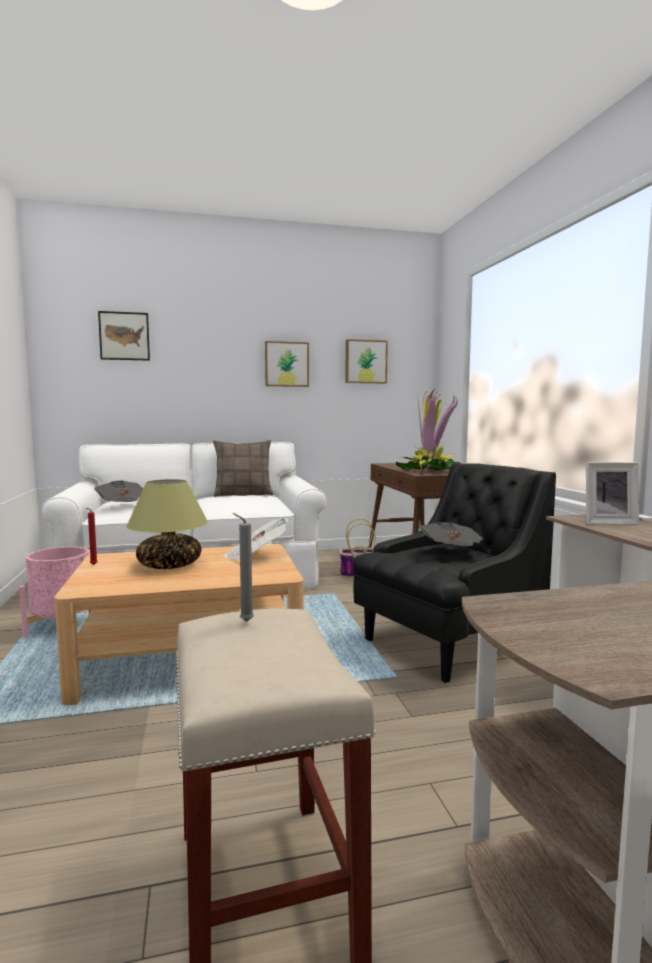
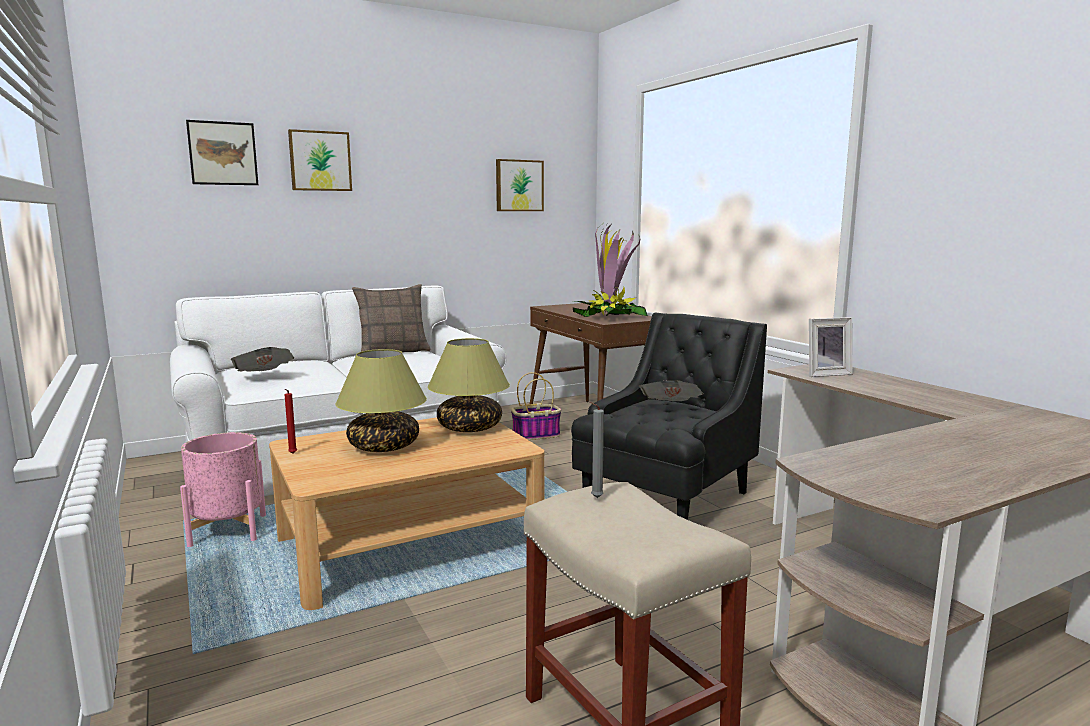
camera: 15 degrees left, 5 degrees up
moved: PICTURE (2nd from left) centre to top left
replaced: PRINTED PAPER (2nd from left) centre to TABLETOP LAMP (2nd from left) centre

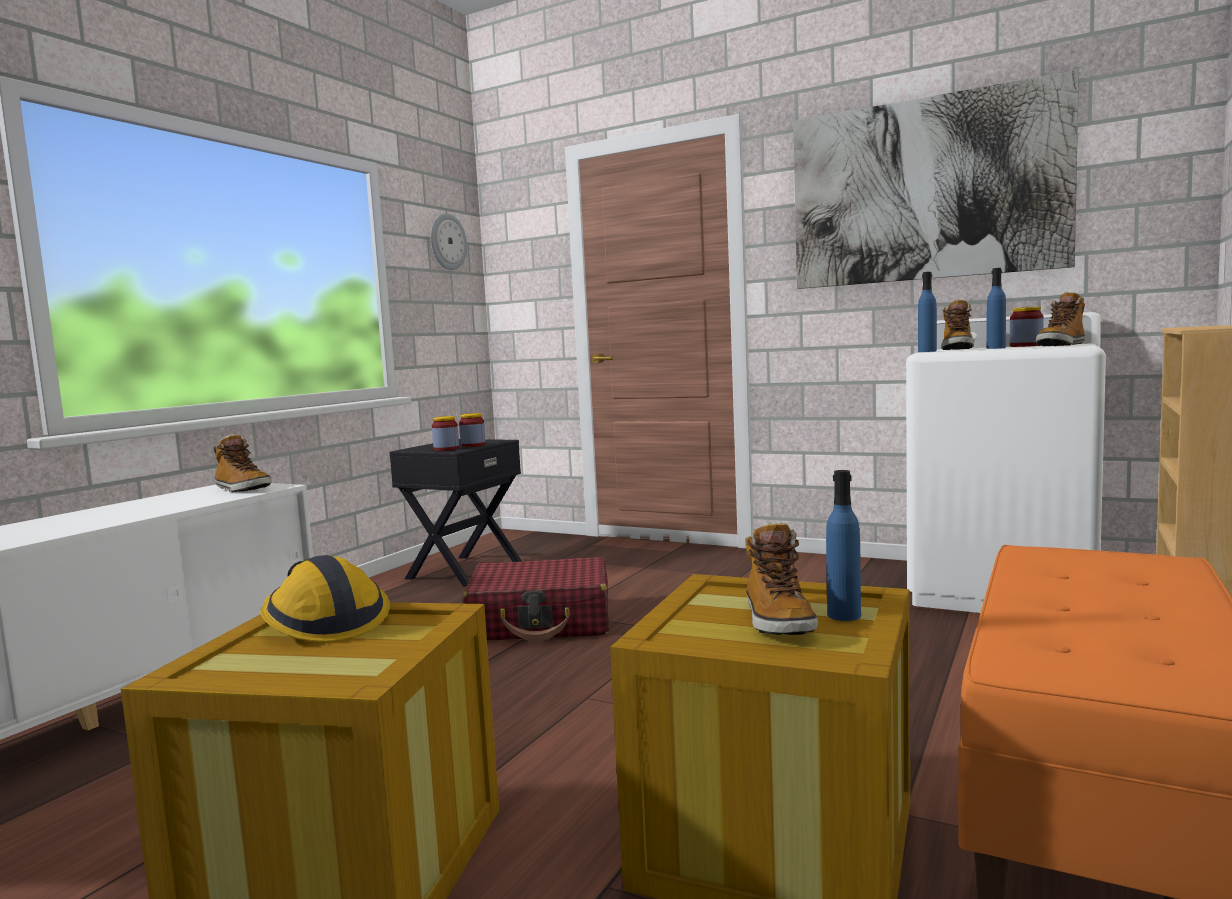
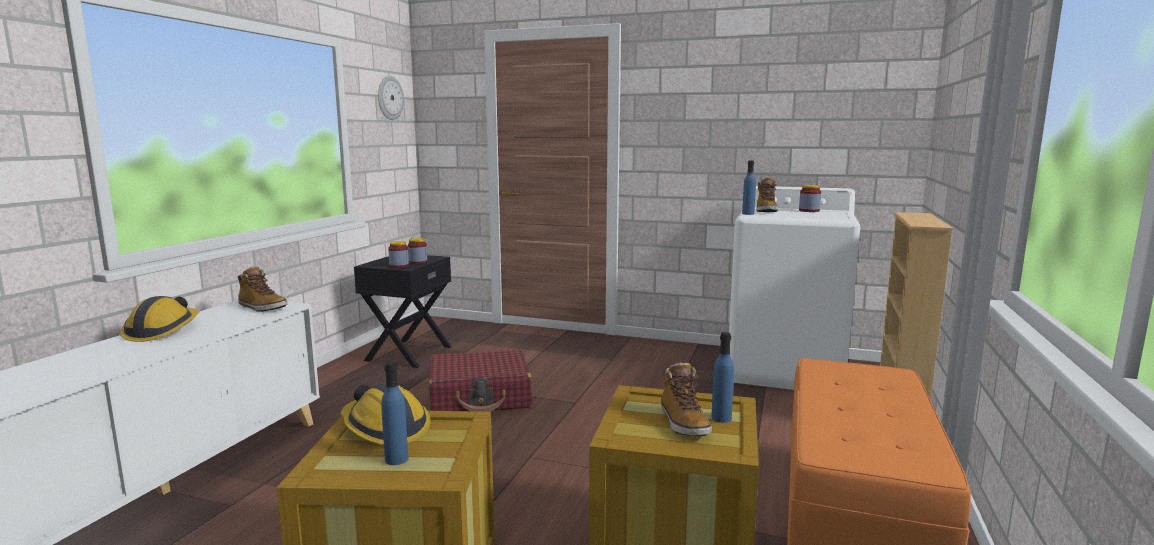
camera: 10 degrees left, 5 degrees up
removed: PICTURE top right; HIGH-TOP BOOT (4th from left) middle right
added: SAFETY HELMET (1st from left) middle left
moved: BLUE BEVERAGE BOTTLE (3rd from left in the first image) middle right to BLUE BEVERAGE BOTTLE (1st from left) bottom centre

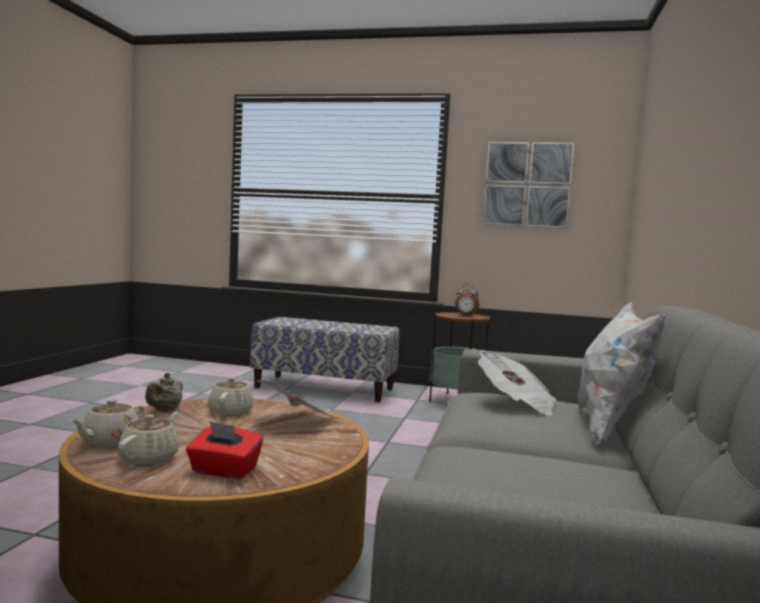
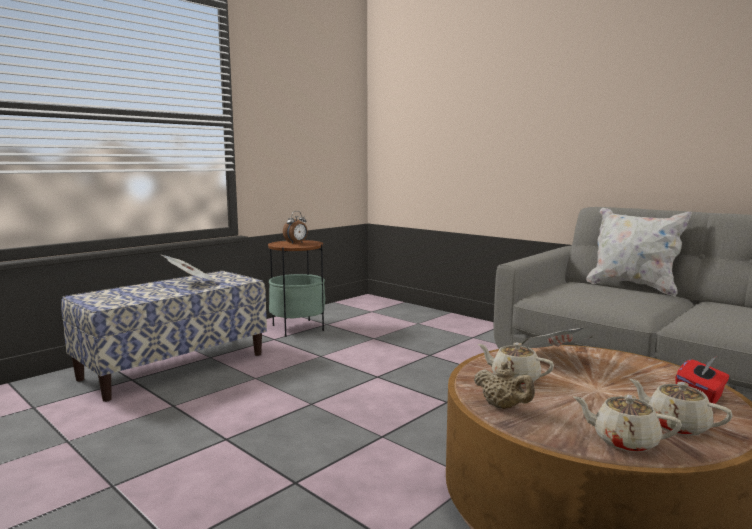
camera: 60 degrees left, 5 degrees up
removed: PICTURE top right
moved: PRINTED PAPER (2nd from left in the first image) middle right to PRINTED PAPER (1st from left) middle left
turned: SAND-COLOURED TEA POT (1st from left in the first image) bottom left = bottom right 150 degrees clockwise

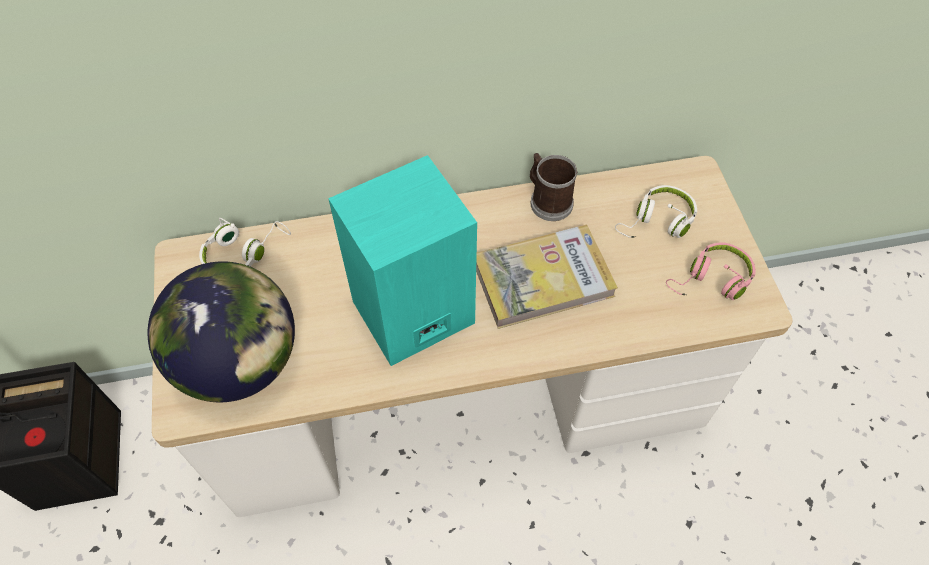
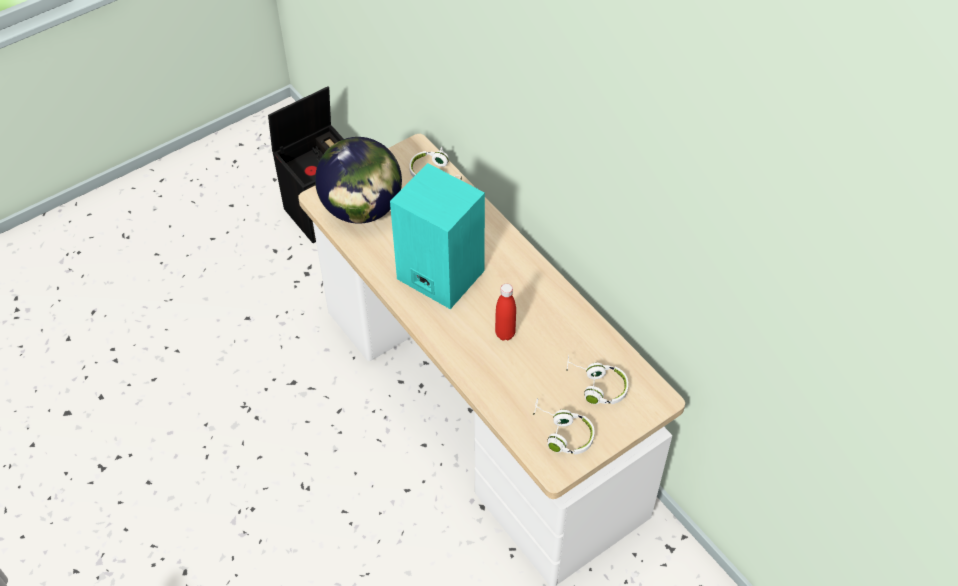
camera: 65 degrees right, 5 degrees down
removed: COFFEE MUG top centre
replaced: BOUND BOOK centre to REDDISH BEVERAGE BOTTLE centre
recoloured: PINK PAIR OF HEADPHONES middle right to WHITE-COLOURED PAIR OF HEADPHONES (2nd from left) bottom centre

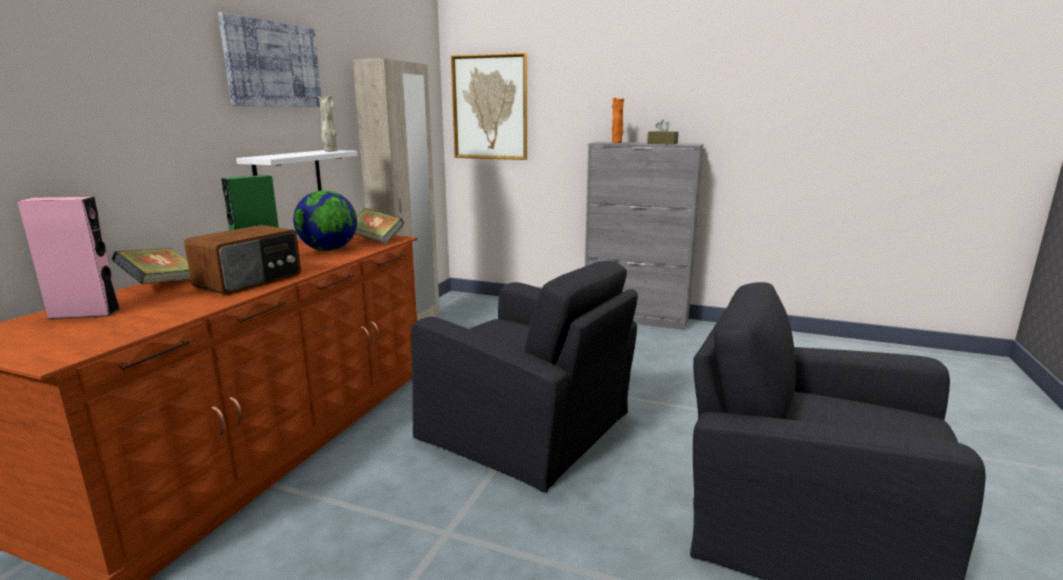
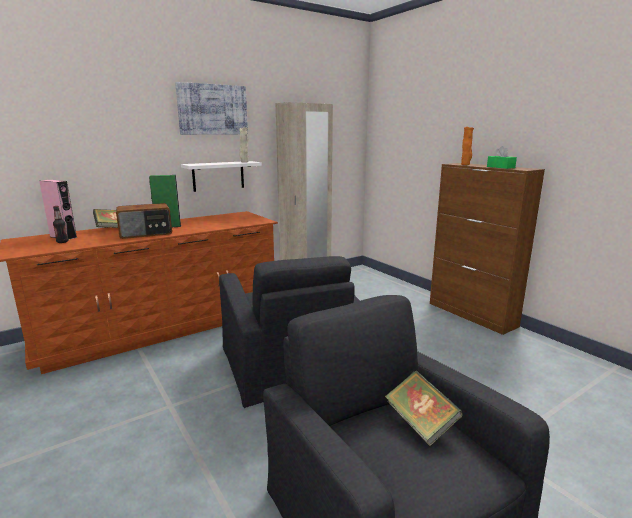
camera: 35 degrees right, 0 degrees up
removed: DESK GLOBE middle left; PICTURE (2nd from left) top centre
added: BEVERAGE BOTTLE middle left
moved: BOUND BOOK (2nd from left) centre to bottom right
recoloured: GRAY CUPBOARD centre to BROWNISH CUPBOARD middle right; BROWNISH TISSUE BOX top centre to GREEN-COLOURED TISSUE BOX top right

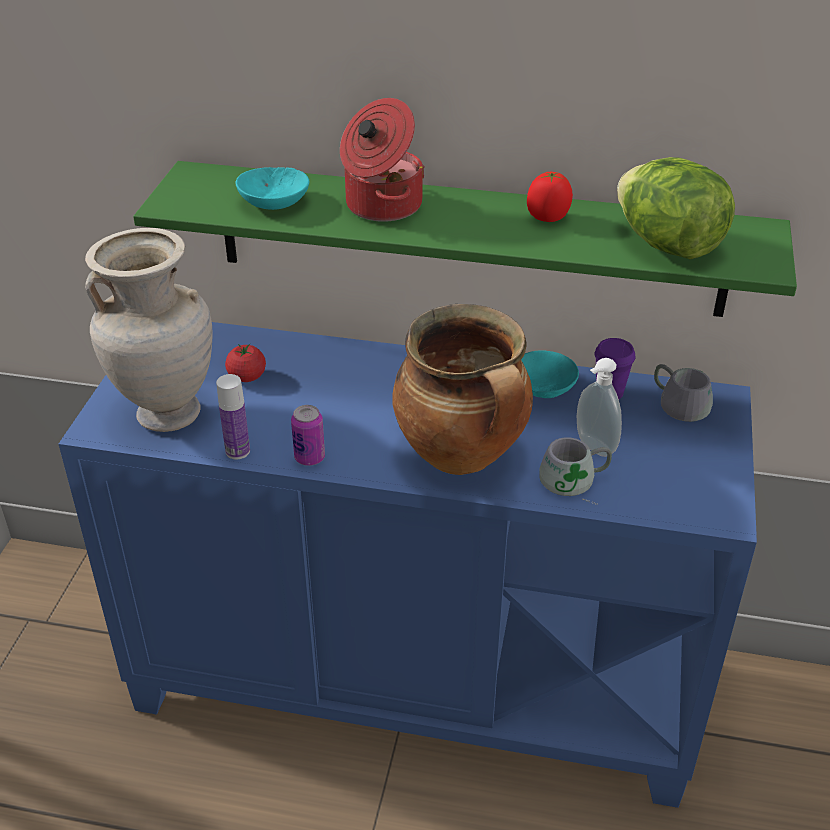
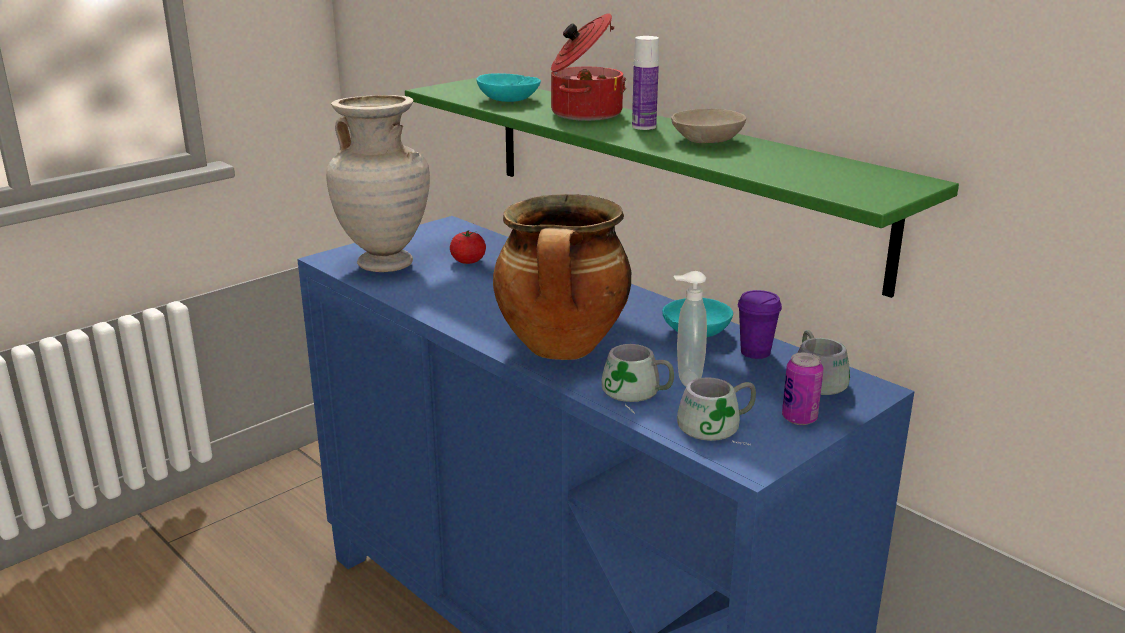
camera: 35 degrees right, 15 degrees down
removed: LETTUCE HEAD top right
added: GRAY COFFEE MUG (2nd from left) centre
moved: BEVERAGE BOTTLE middle left to top centre; METAL CAN centre to middle right
replaced: TOMATO (2nd from left) top centre to SAND-COLOURED DEEP DISH top centre

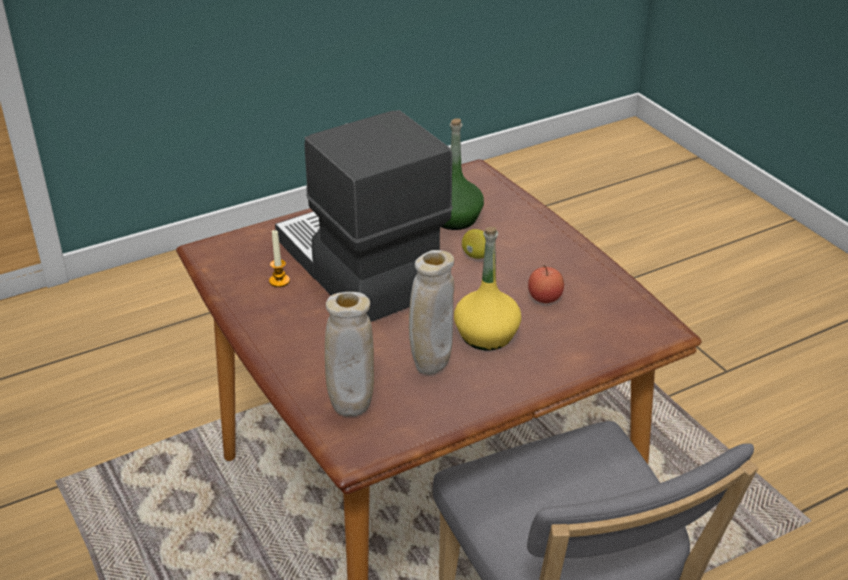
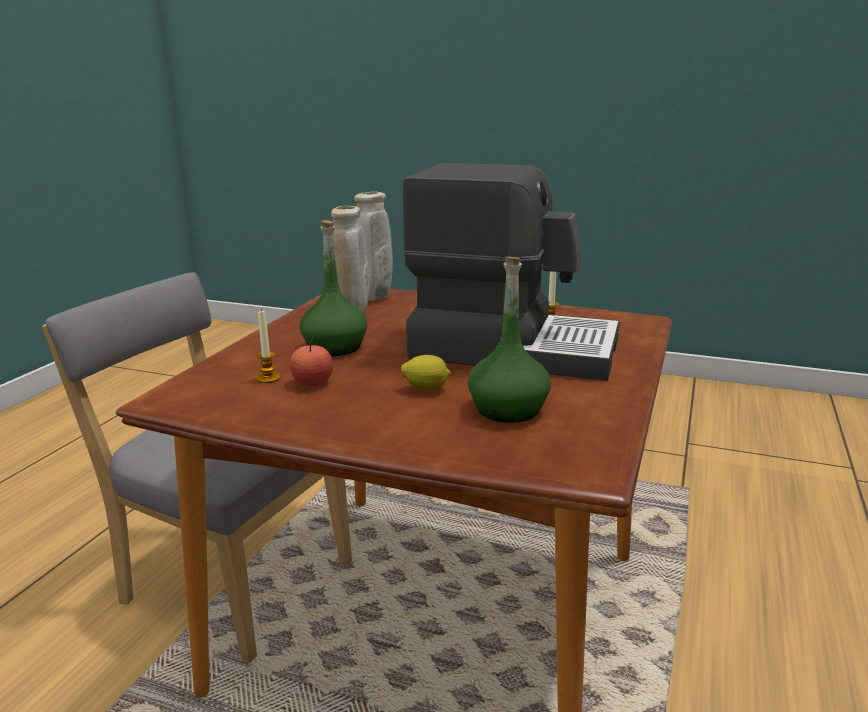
camera: 140 degrees right, 15 degrees down
added: WAX CANDLE (1st from left) middle left
recoloured: YELLOW-COLOURED BEVERAGE BOTTLE centre to GREEN-COLOURED BEVERAGE BOTTLE (1st from left) centre

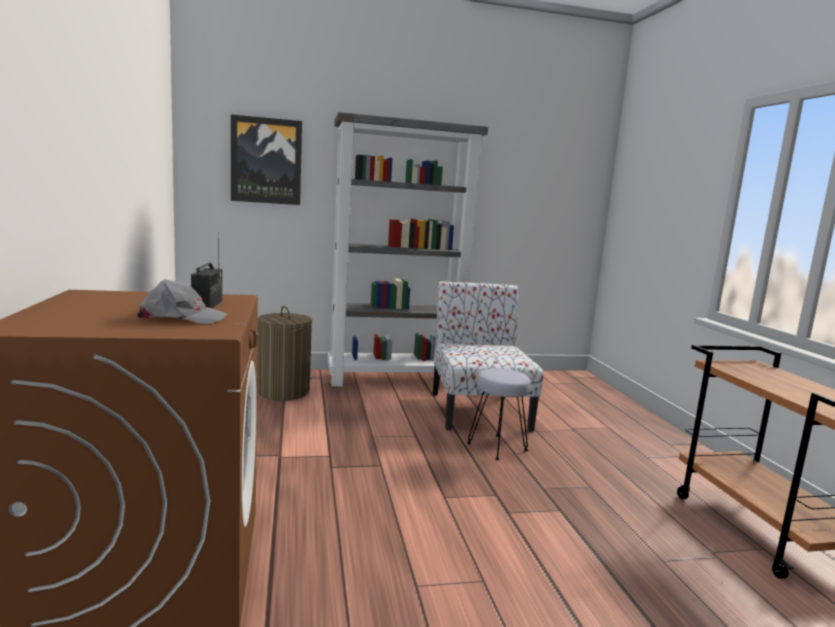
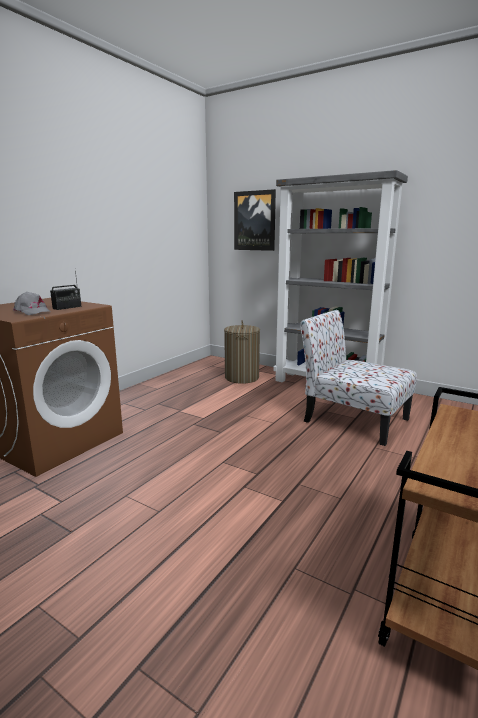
camera: 45 degrees right, 5 degrees up
removed: GRAY SITTING STOOL centre
turned: CHAIR centre = middle right 90 degrees counterclockwise

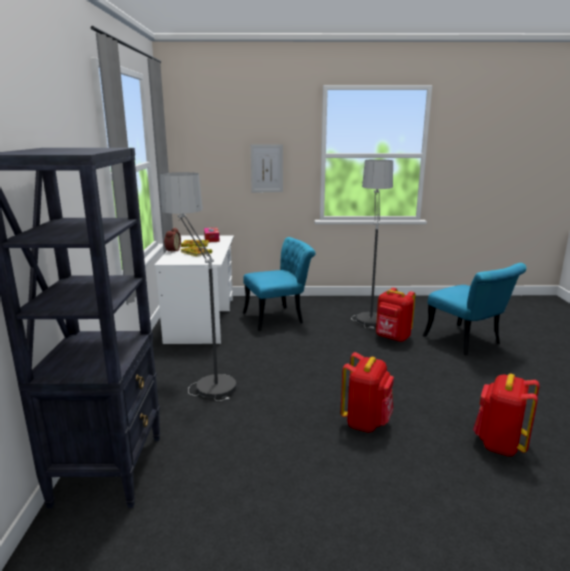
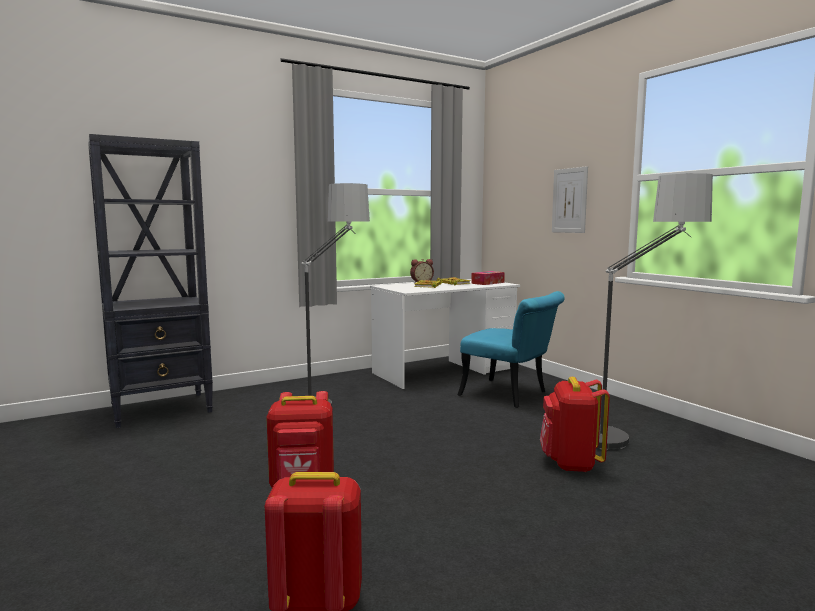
camera: 60 degrees right, 10 degrees down
removed: TURQUOISE-COLOURED CHAIR (2nd from left) middle right

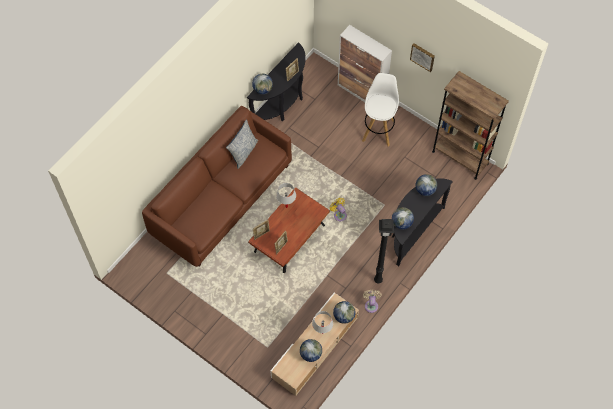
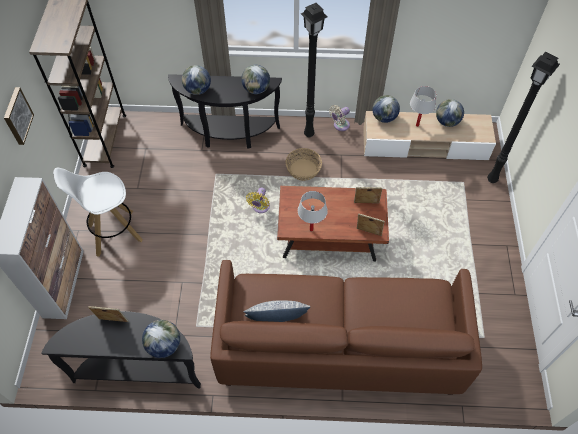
camera: 125 degrees left, 5 degrees down
added: STORAGE BASKET centre; BLACKISH FLOOR LAMP (2nd from left) top right

